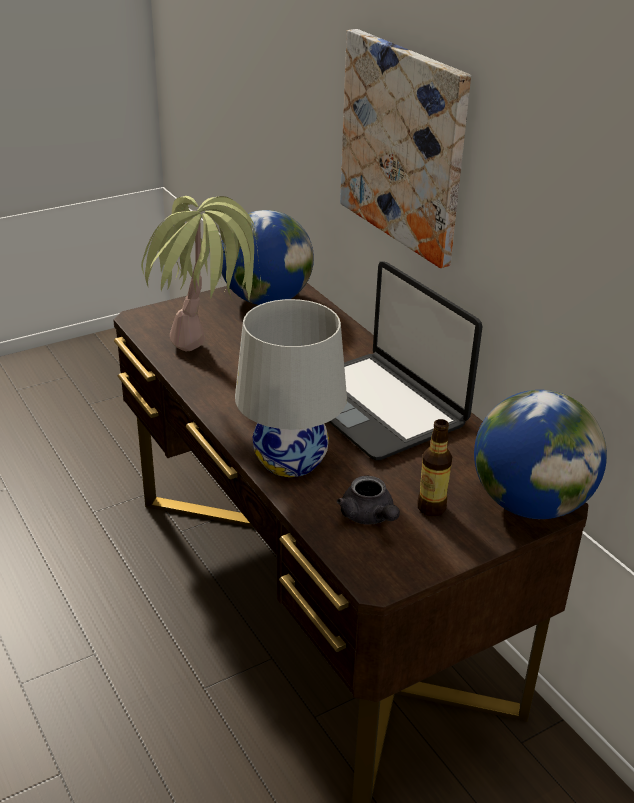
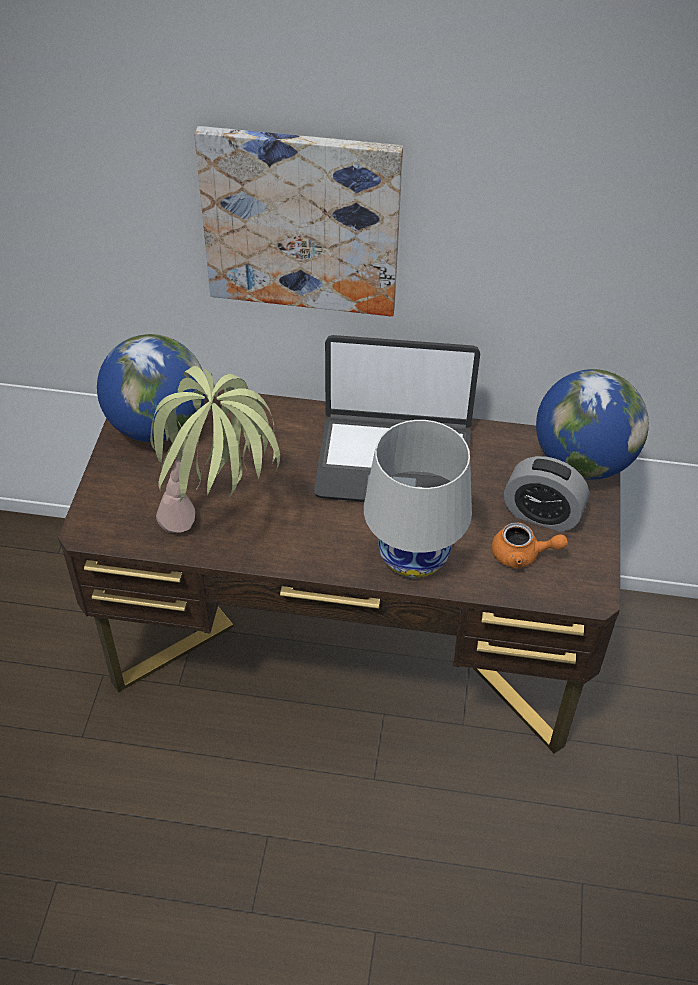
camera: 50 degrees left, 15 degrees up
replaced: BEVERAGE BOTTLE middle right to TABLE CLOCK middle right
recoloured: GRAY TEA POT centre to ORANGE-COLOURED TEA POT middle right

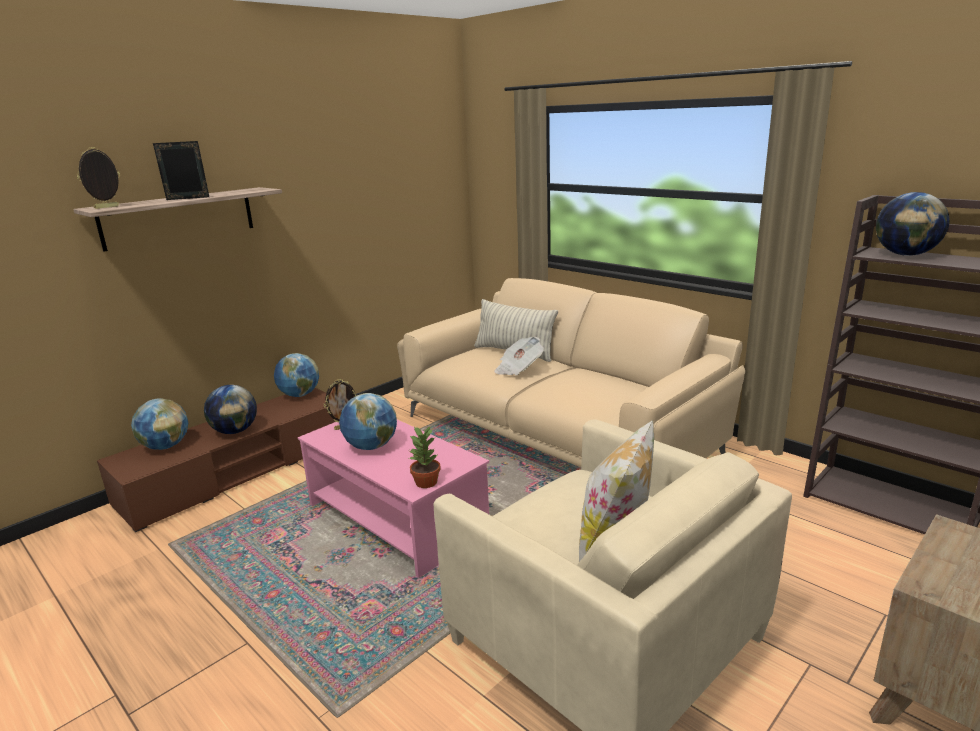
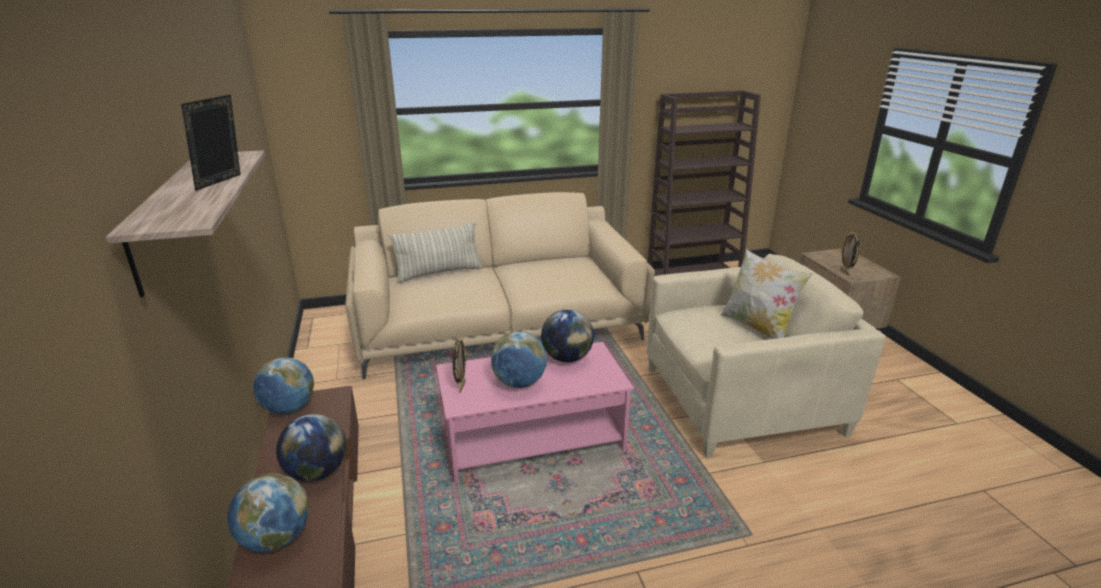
camera: 60 degrees left, 5 degrees up
removed: HOUSEPLANT centre; PRINTED PAPER centre
moved: PHOTO FRAME (1st from left in the first image) top left to PHOTO FRAME (3rd from left) middle right; DESK GLOBE (5th from left) top right to centre

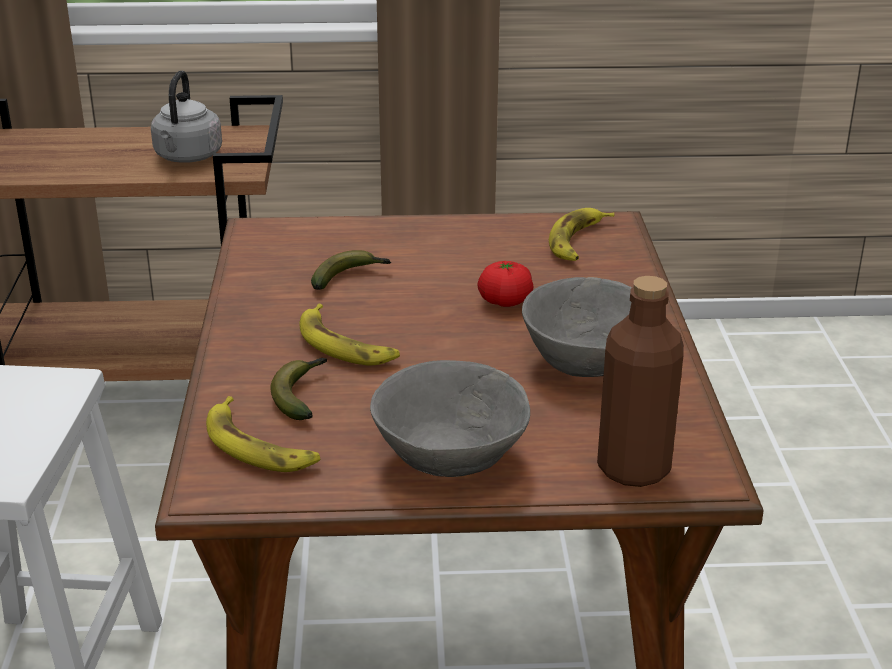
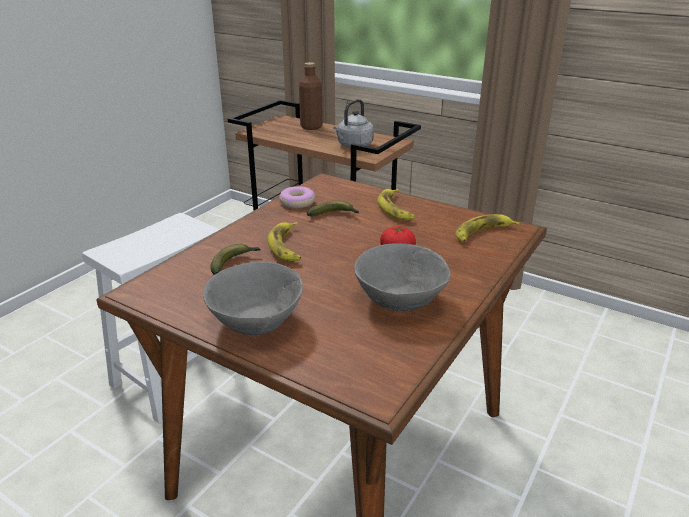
camera: 35 degrees right, 0 degrees up
added: RING DOUGHNUT centre
moved: BANANA FRUIT (1st from left in the first image) middle left to BANANA FRUIT (4th from left) centre; BROWNISH BEVERAGE BOTTLE middle right to top centre

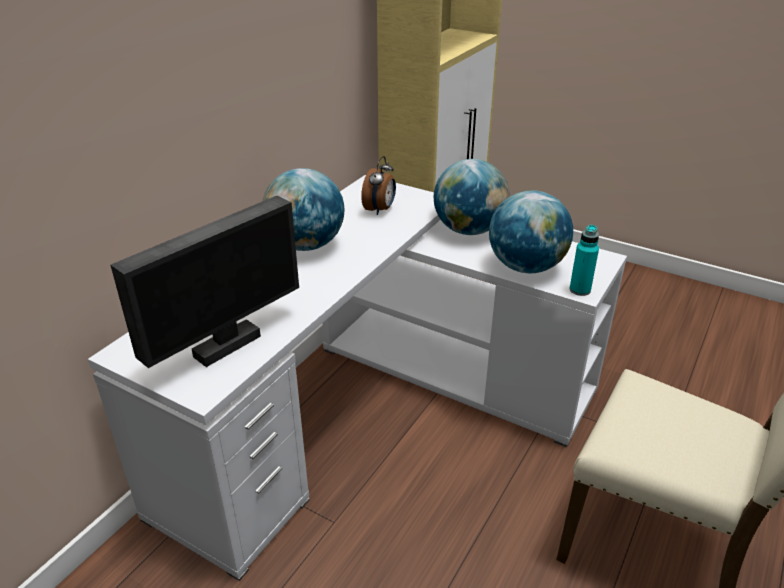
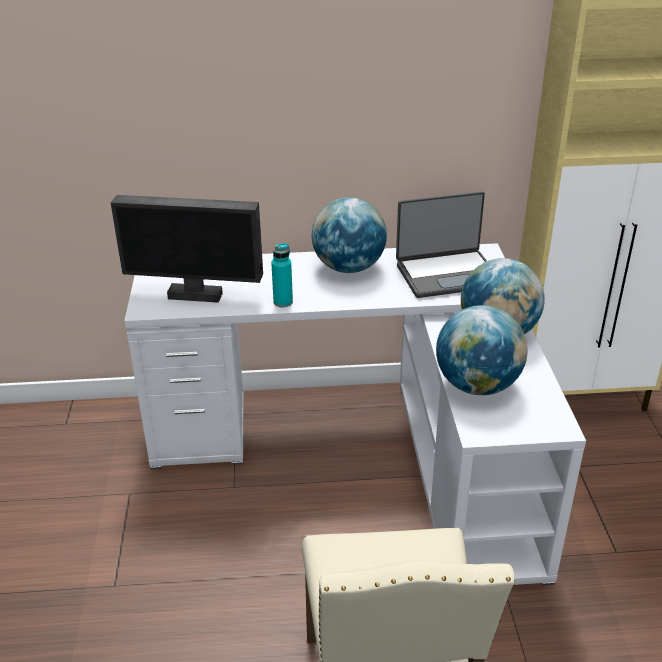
camera: 55 degrees right, 0 degrees up
moved: TURQUOISE-COLOURED BEVERAGE BOTTLE middle right to centre
replaced: TABLE CLOCK top centre to PORTABLE COMPUTER centre

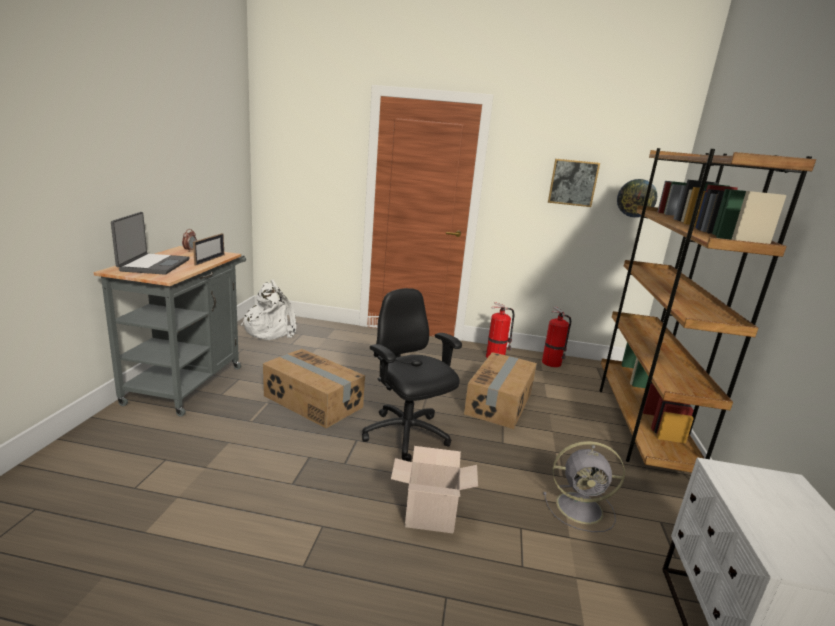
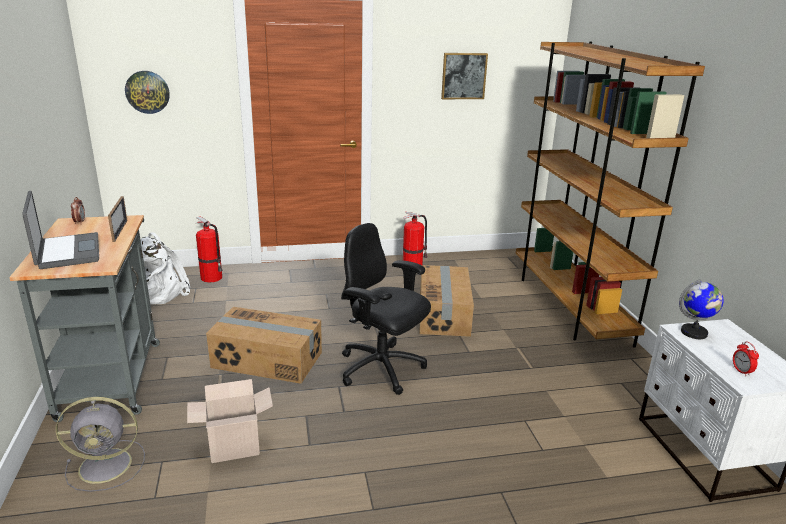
camera: 20 degrees left, 5 degrees up
added: DESK GLOBE middle right; TABLE CLOCK (2nd from left) bottom right
moved: PACKING BOX (2nd from left in the first image) bottom centre to PACKING BOX (1st from left) bottom left; FIRE-FIGHTING CYLINDER (2nd from left in the first image) centre to FIRE-FIGHTING CYLINDER (1st from left) middle left; GRAY ELECTRIC FAN bottom right to bottom left; CLOCK ON THE WALL top right to top left

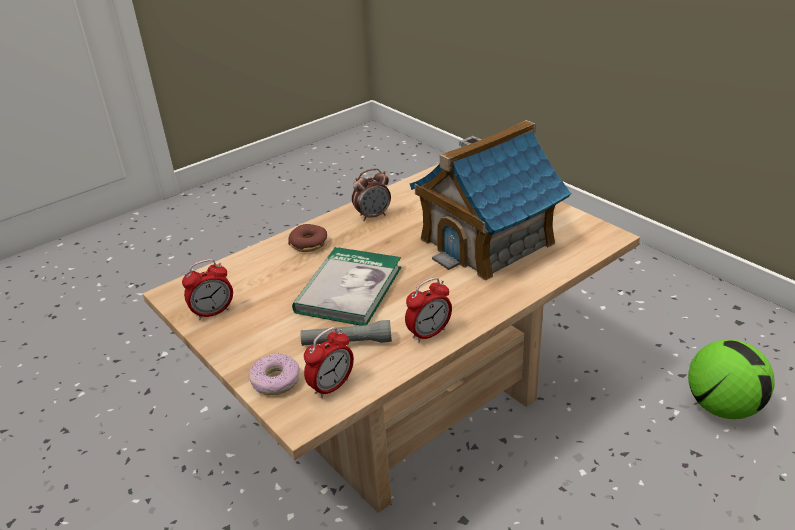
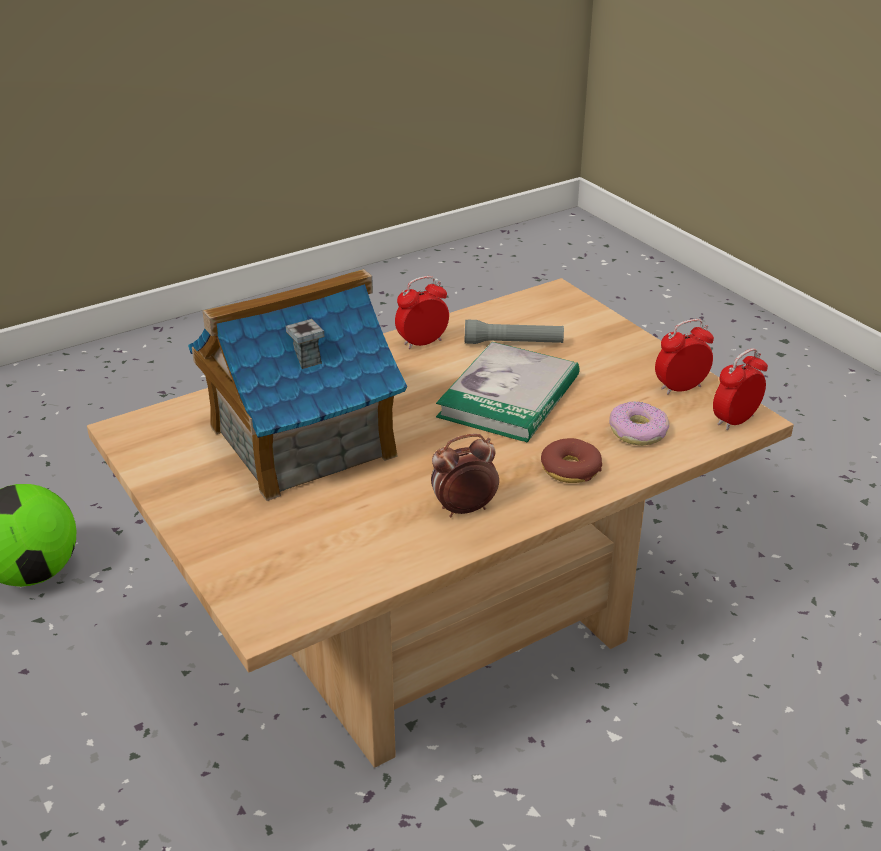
camera: 175 degrees left, 0 degrees up
moved: RING DOUGHNUT (1st from left in the first image) bottom centre to RING DOUGHNUT (2nd from left) middle right; TABLE CLOCK (2nd from left in the first image) bottom centre to TABLE CLOCK (4th from left) middle right

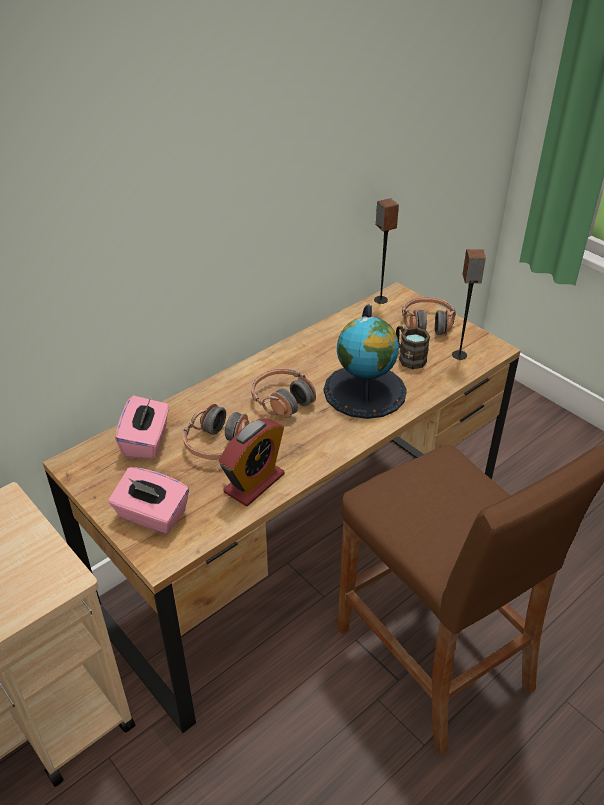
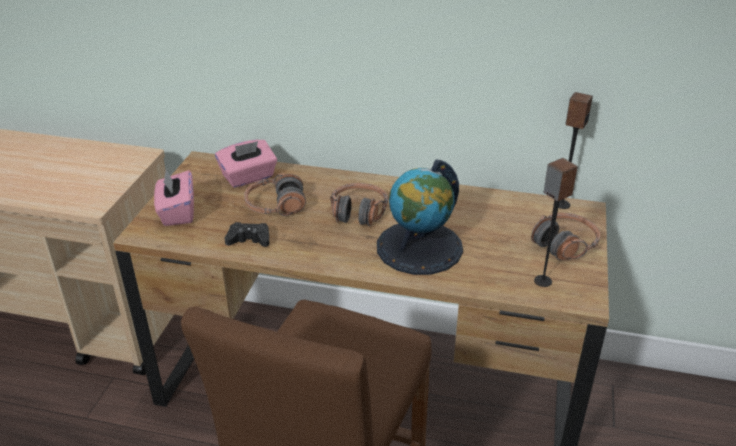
camera: 55 degrees right, 5 degrees down
removed: BROWNISH COFFEE MUG middle right
replaced: TABLE CLOCK centre to BLACKISH GAMEPAD centre

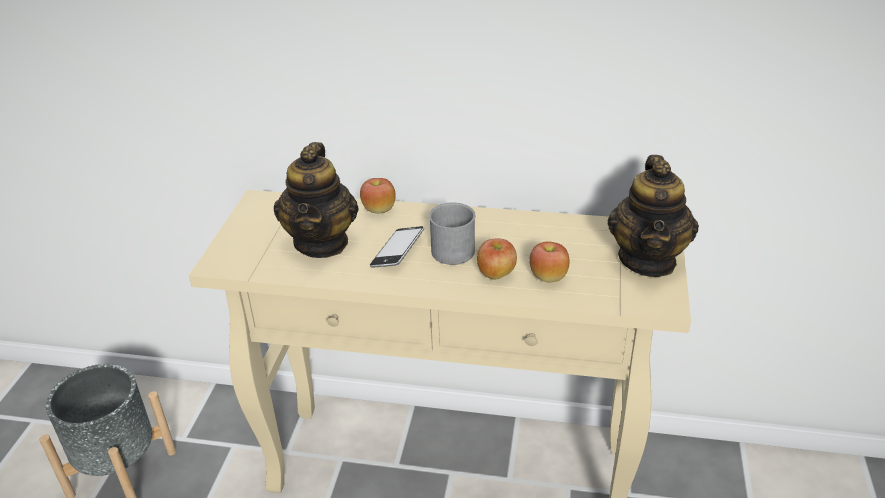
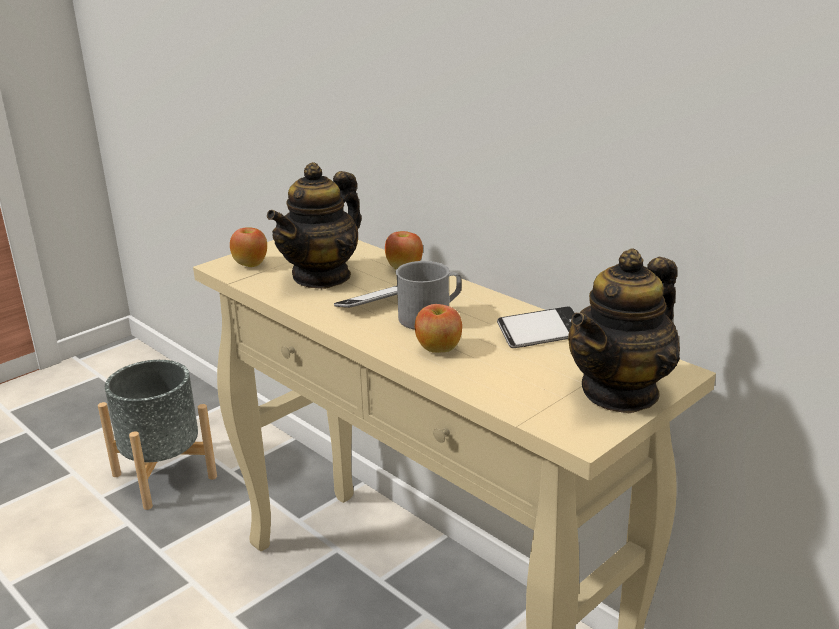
camera: 35 degrees right, 10 degrees down
added: PHONE (2nd from left) centre
moved: APPLE (3rd from left in the first image) centre to APPLE (1st from left) middle left

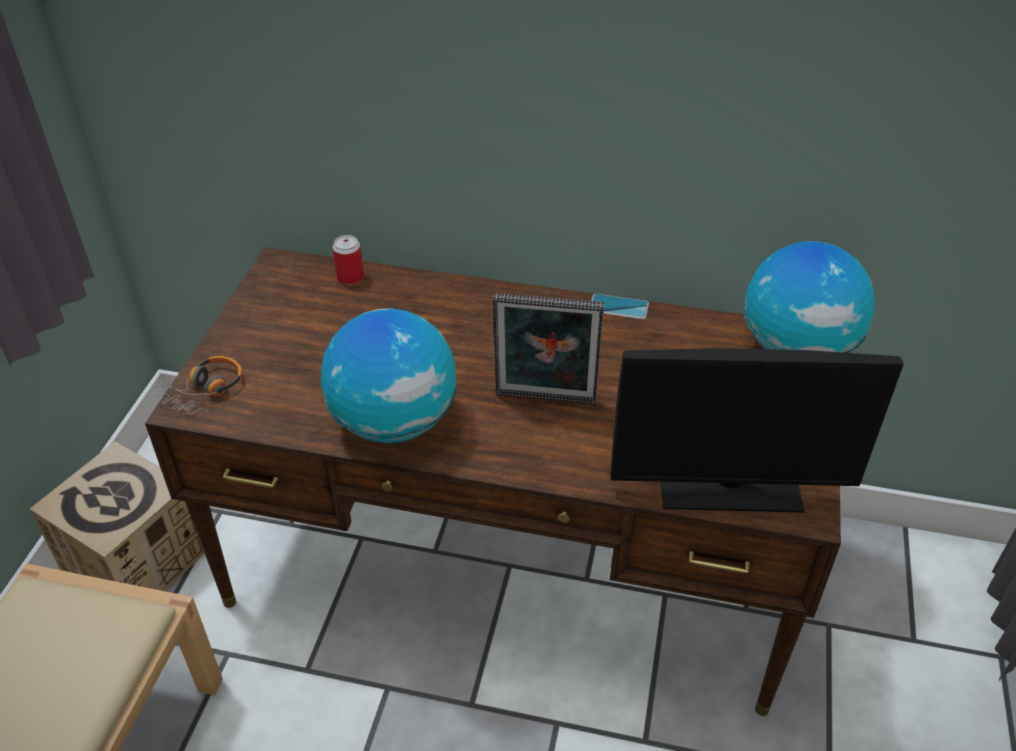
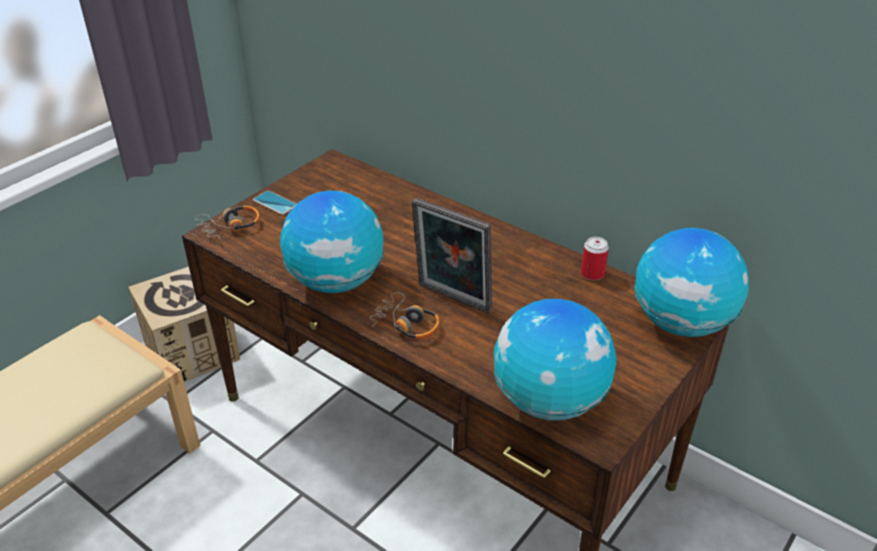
camera: 25 degrees right, 5 degrees down
added: PAIR OF HEADPHONES (2nd from left) centre
moved: METAL CAN centre to middle right; PHONE centre to middle left
replaced: COMPUTER SCREEN middle right to DESK GLOBE (2nd from left) centre

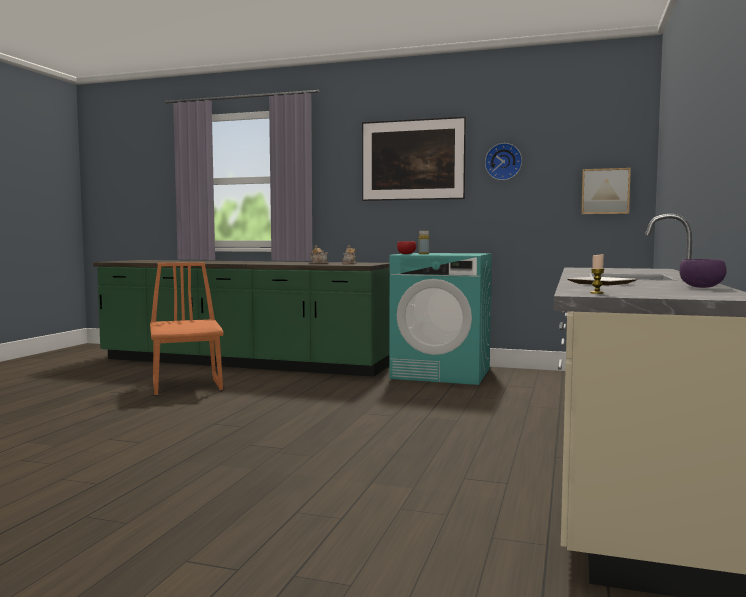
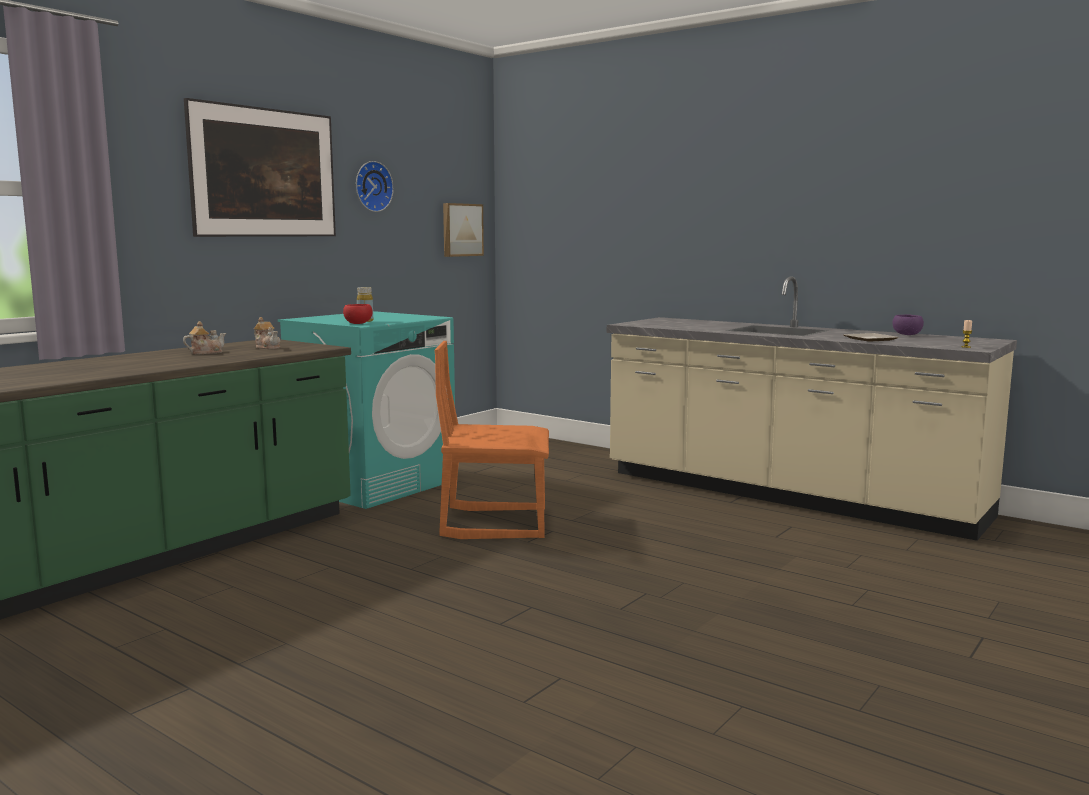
camera: 70 degrees left, 5 degrees up
moved: ORANGE-COLOURED CHAIR middle left to centre

